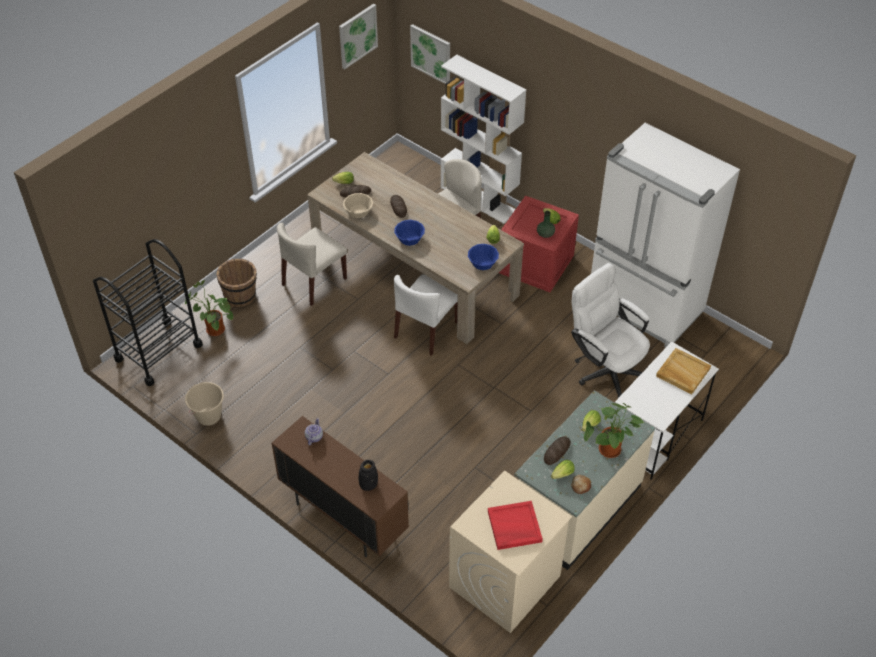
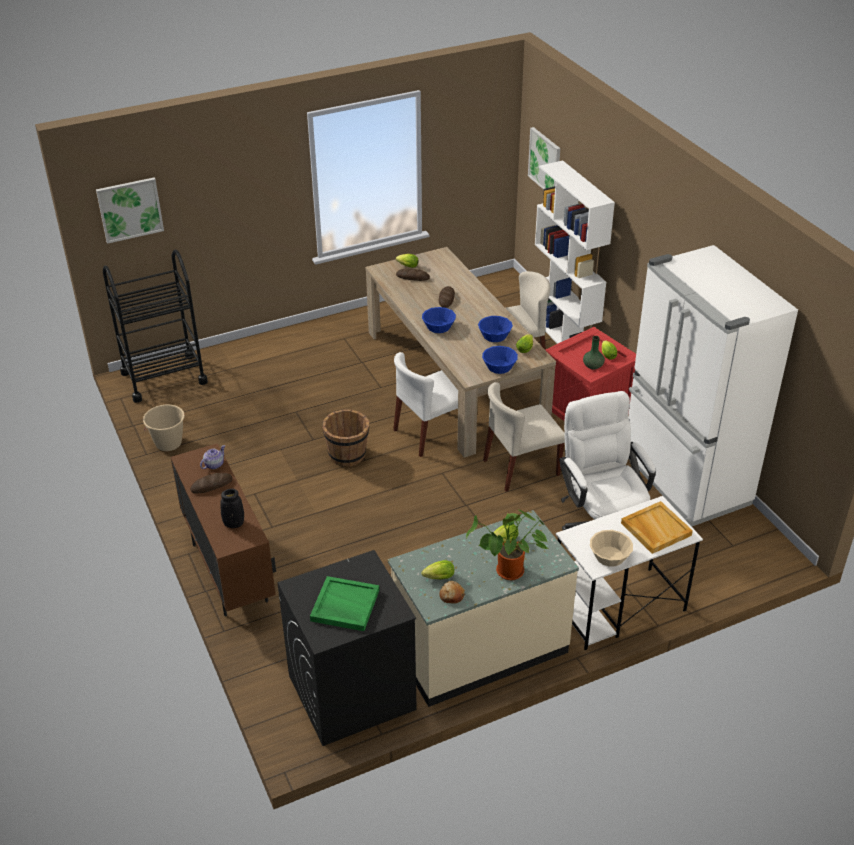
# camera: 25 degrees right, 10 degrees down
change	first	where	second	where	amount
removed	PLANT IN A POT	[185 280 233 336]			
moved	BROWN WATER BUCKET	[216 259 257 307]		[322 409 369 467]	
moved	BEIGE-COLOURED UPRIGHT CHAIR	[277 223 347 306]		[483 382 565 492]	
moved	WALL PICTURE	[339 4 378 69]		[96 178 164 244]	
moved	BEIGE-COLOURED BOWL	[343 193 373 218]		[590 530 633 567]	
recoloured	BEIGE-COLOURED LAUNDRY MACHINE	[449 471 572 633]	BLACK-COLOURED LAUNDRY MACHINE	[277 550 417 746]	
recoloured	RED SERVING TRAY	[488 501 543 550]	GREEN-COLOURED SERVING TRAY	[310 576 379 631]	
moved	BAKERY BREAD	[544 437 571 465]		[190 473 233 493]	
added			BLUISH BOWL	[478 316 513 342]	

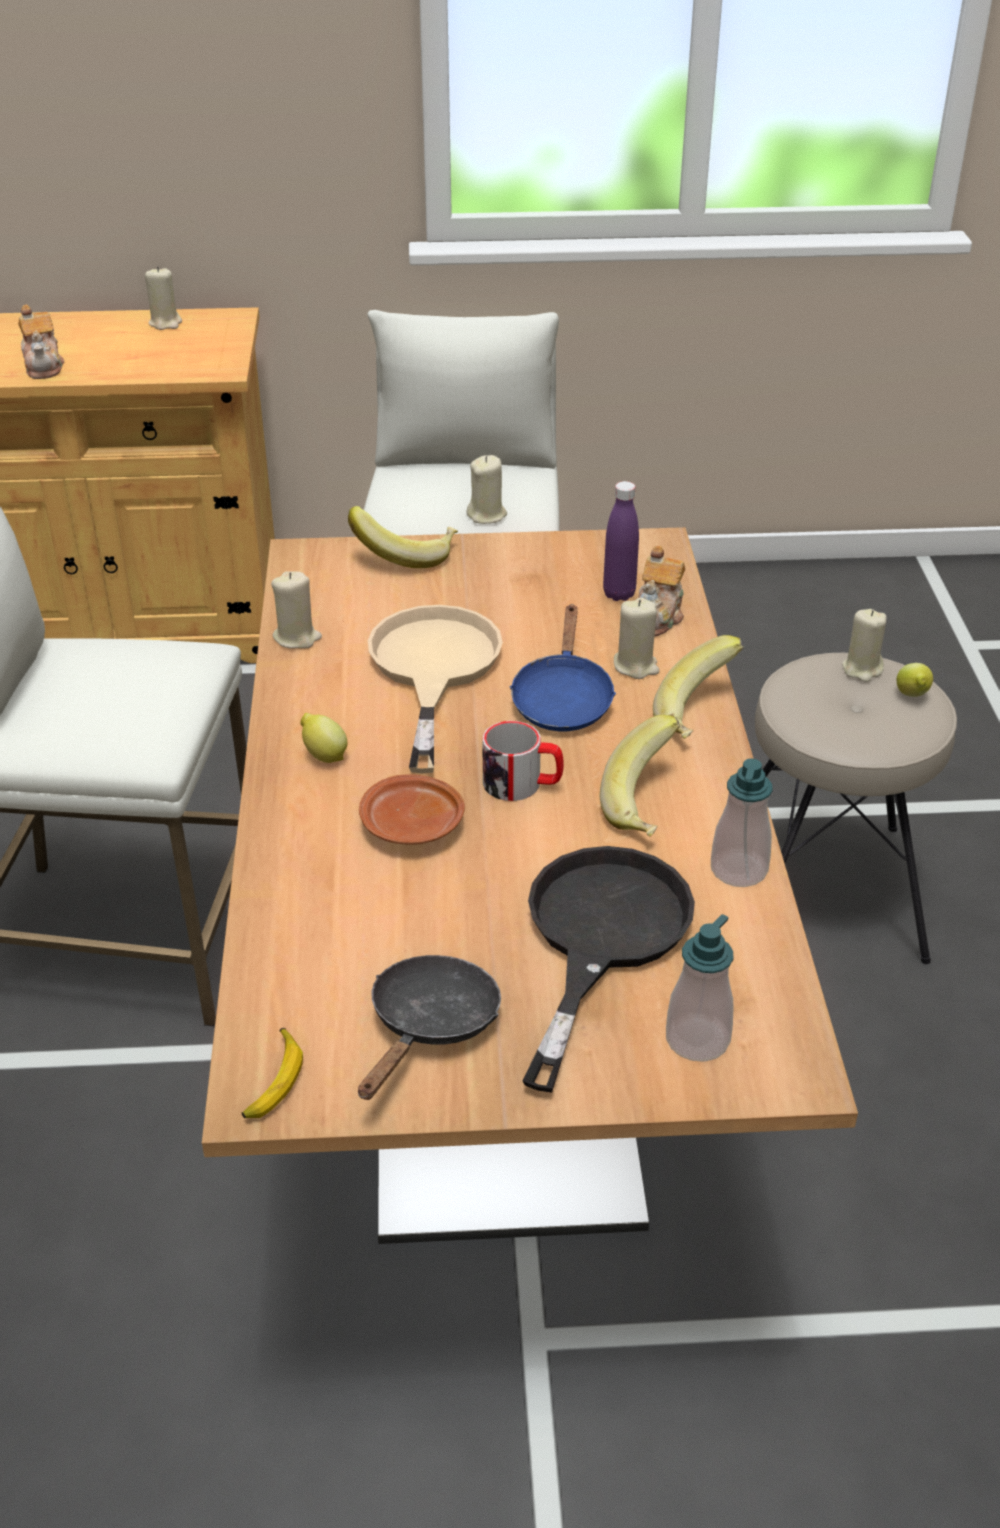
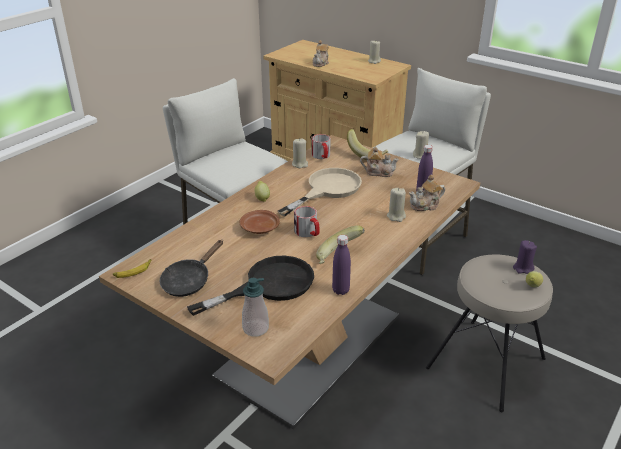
# camera: 40 degrees right, 5 degrees down
change	first	where	second	where	amount
turned	BLACK-COLOURED FRYING PAN	[358 955 501 1100]		[160 240 223 297]	150 degrees clockwise
removed	BLUISH FRYING PAN	[509 604 616 731]			
removed	BANANA FRUIT	[653 635 744 739]			
replaced	SOAP BOTTLE	[711 759 773 887]	PURPLE BOTTLE	[332 235 351 295]	
recoloured	BEIGE-COLOURED WAX LIGHT	[842 609 887 682]	PURPLE WAX LIGHT	[513 240 537 274]	
added			TEA MUG	[312 134 331 159]	
added			TEA POT	[360 146 399 177]	

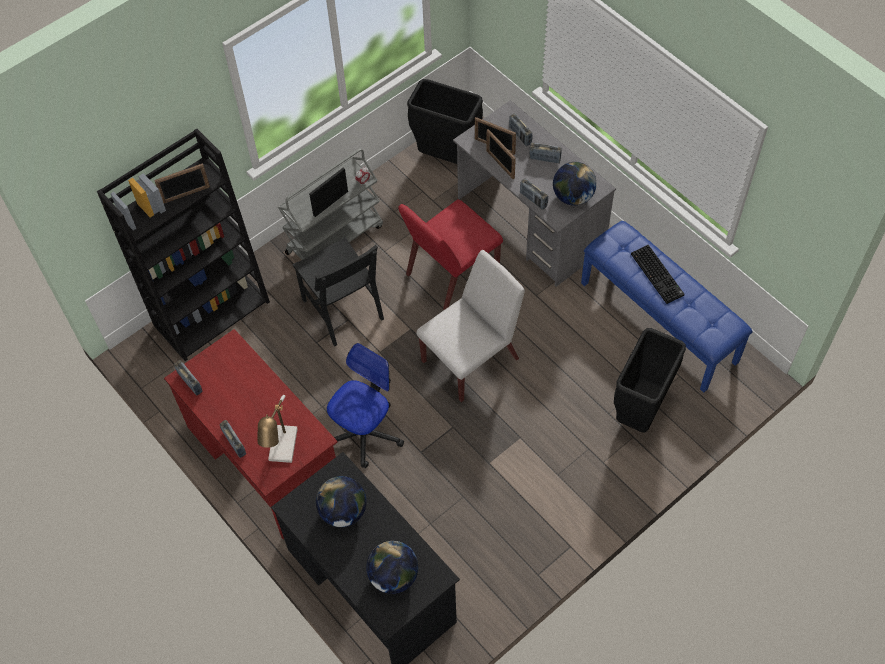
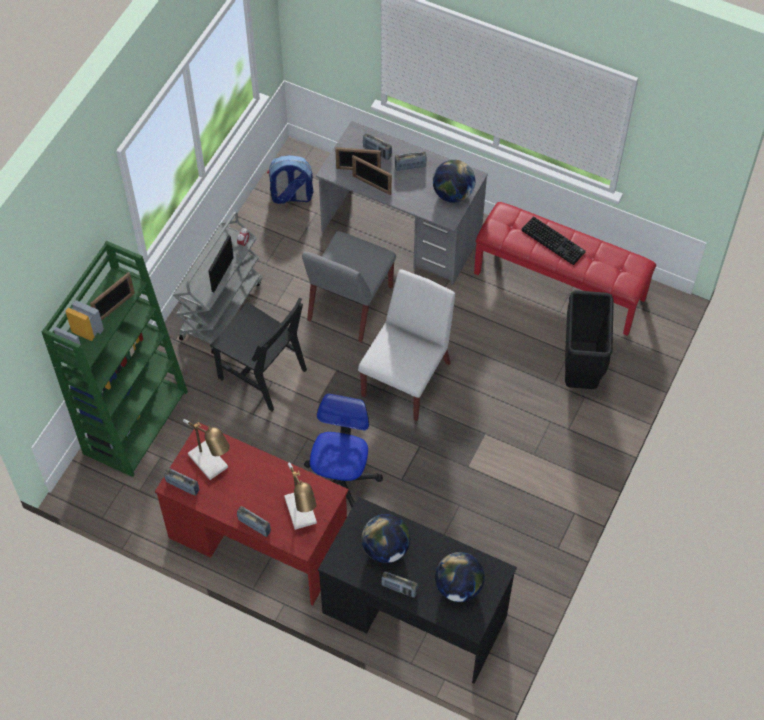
# camera: 25 degrees left, 0 degrees up
change	first	where	second	where	amount
recoloured	BLACK-COLOURED BOOKCASE	[97 129 270 361]	GREEN-COLOURED BOOKCASE	[42 241 188 477]	
recoloured	RED UPRIGHT CHAIR	[398 199 503 310]	GREYISH UPRIGHT CHAIR	[302 231 396 342]	
replaced	BLACK-COLOURED TRASH CAN	[407 79 483 164]	KNAPSACK	[267 155 313 204]	
moved	RADIO	[520 178 548 210]		[381 571 418 598]	
recoloured	BLUISH LONG SEAT	[581 221 753 393]	RED LONG SEAT	[474 202 656 336]	
added			TABLE LAMP	[183 419 230 480]	

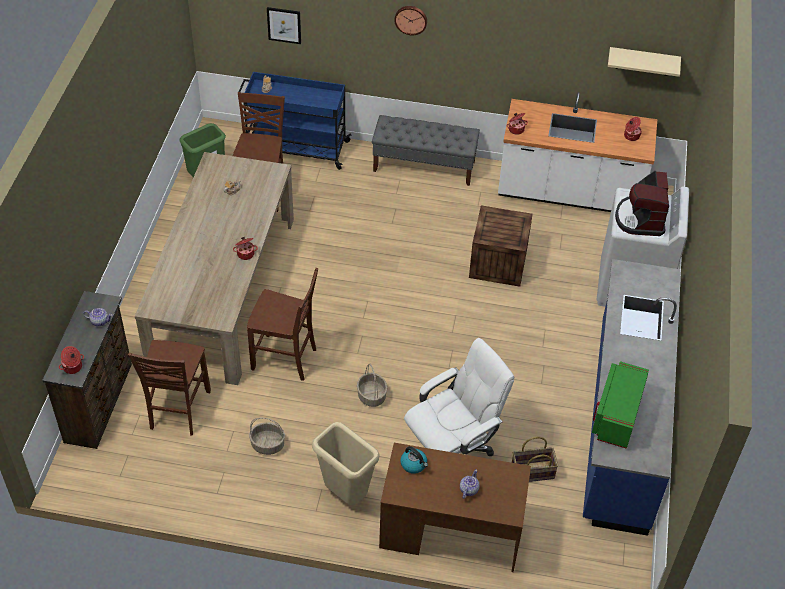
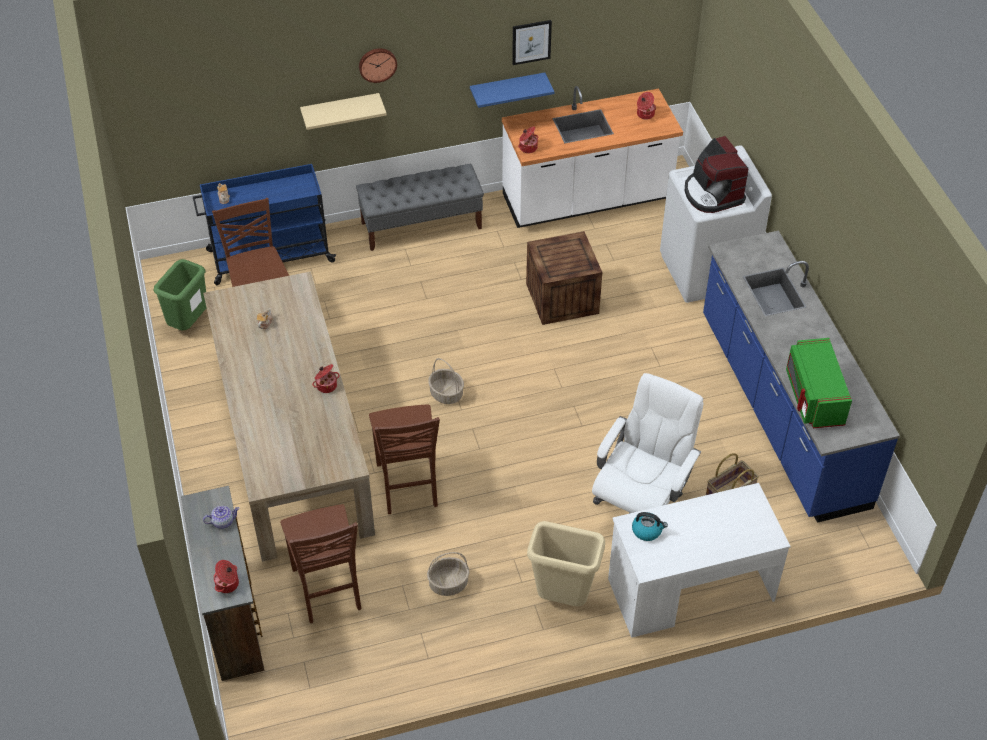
# camera: 25 degrees left, 0 degrees up
change	first	where	second	where	amount
turned	BROWN UPRIGHT CHAIR	[247 268 318 381]		[369 405 440 514]	90 degrees clockwise
moved	WALL PICTURE	[267 7 301 44]		[512 20 552 65]	
moved	BASKET	[357 363 387 407]		[428 358 464 404]	
recoloured	BROWN DESK TABLE	[379 443 531 572]	WHITE DESK TABLE	[608 483 791 638]	
removed	TEA POT	[460 469 480 499]			
moved	BEIGE-COLOURED SHELF	[608 47 681 77]		[300 93 387 130]	
added			BLUISH SHELF	[470 72 554 108]	

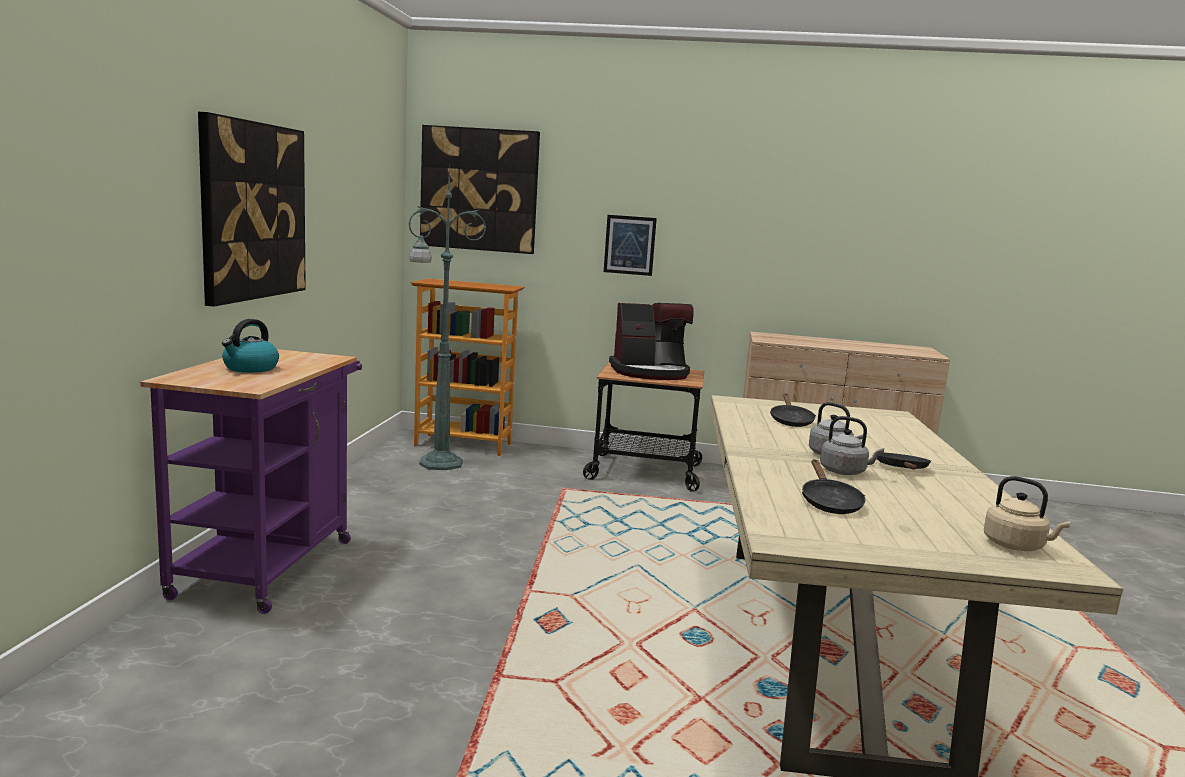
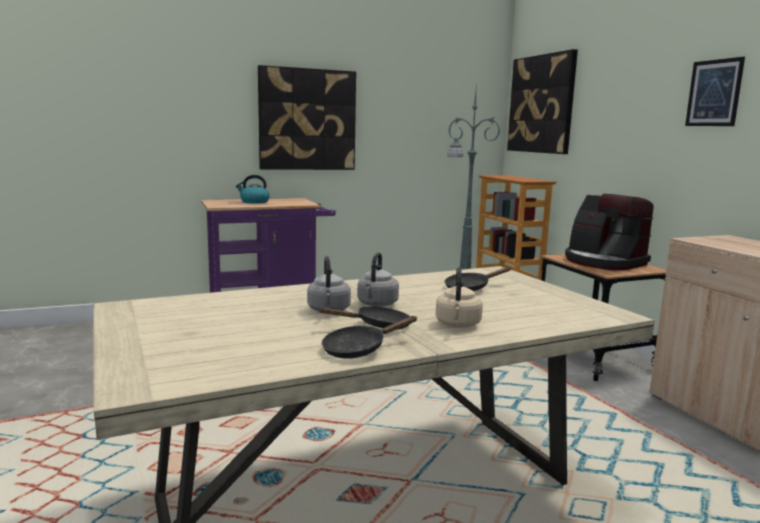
# camera: 60 degrees right, 0 degrees up
change	first	where	second	where	amount
moved	WALL PICTURE	[604 215 657 276]		[685 57 745 126]	
moved	BLACK-COLOURED FRYING PAN	[802 459 865 514]		[322 316 418 359]	
moved	BEIGE-COLOURED KETTLE	[984 476 1070 551]		[436 267 483 328]	

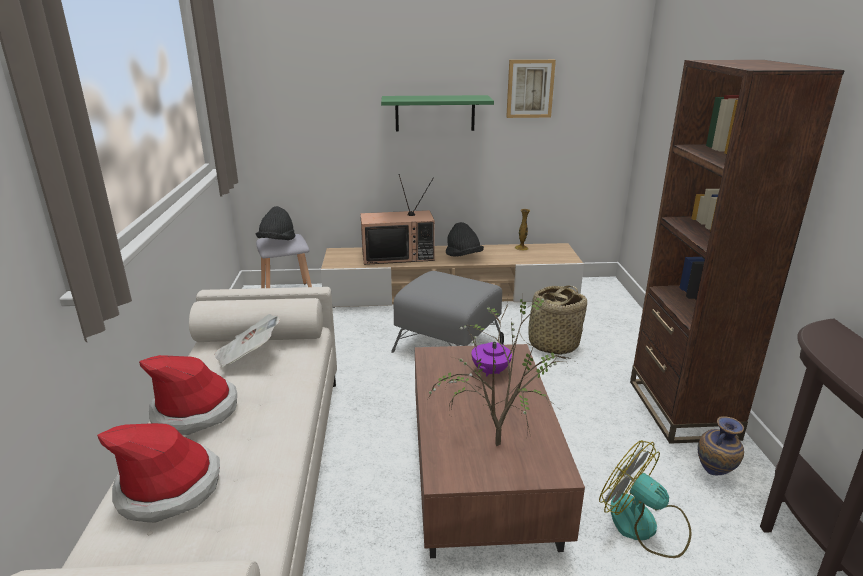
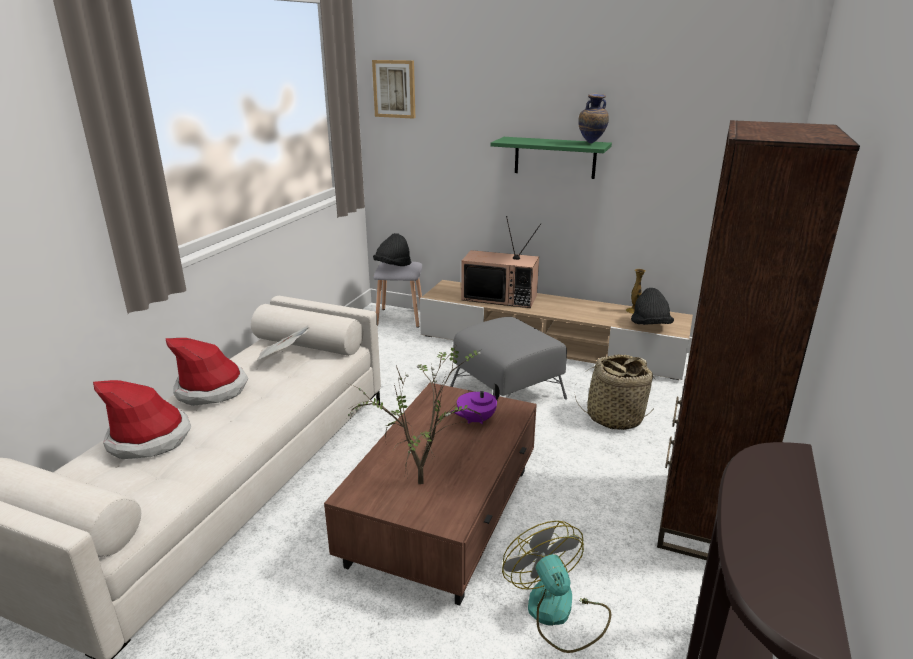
# camera: 25 degrees right, 0 degrees up
change	first	where	second	where	amount
moved	BLACK-COLOURED WEARABLE HAT	[446 222 484 257]		[631 288 674 325]	
moved	WALL PICTURE	[506 60 556 118]		[372 60 415 119]	
moved	VASE	[698 416 744 475]		[578 93 609 143]	

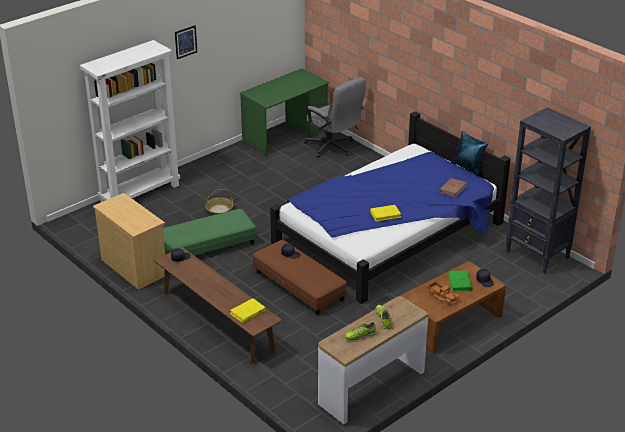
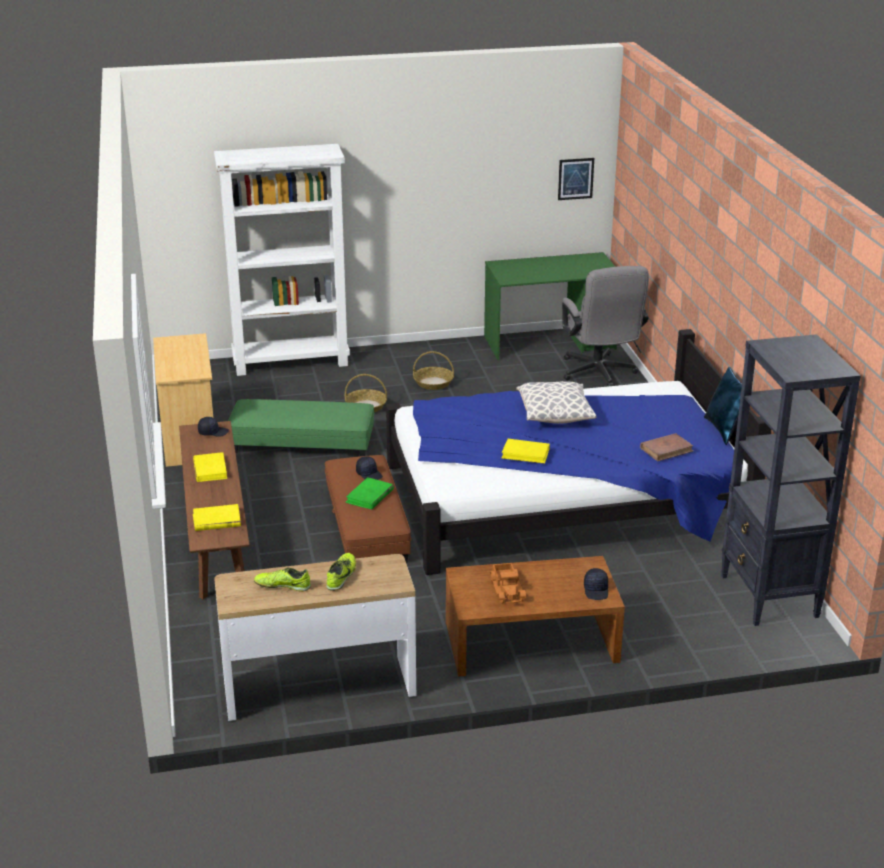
# camera: 30 degrees right, 5 degrees down
change	first	where	second	where	amount
moved	WALL PICTURE	[175 25 197 59]		[558 158 594 200]	
moved	GREEN-COLOURED BOOK	[448 270 473 292]		[345 477 394 510]	
added			YELLOW BOOK	[193 452 227 482]	
added			BASKET	[413 351 454 390]	
added			THROW PILLOW	[516 381 596 424]	

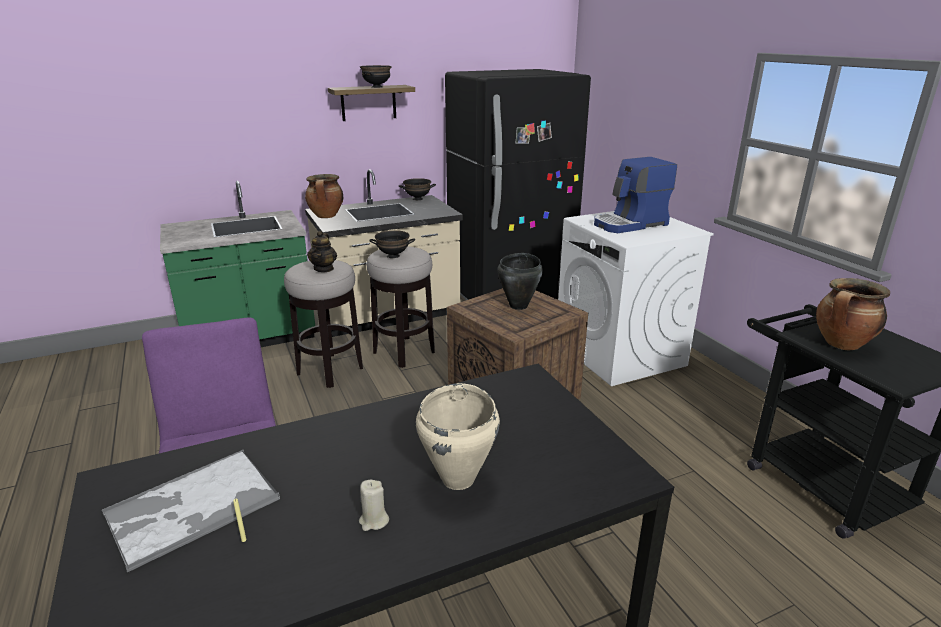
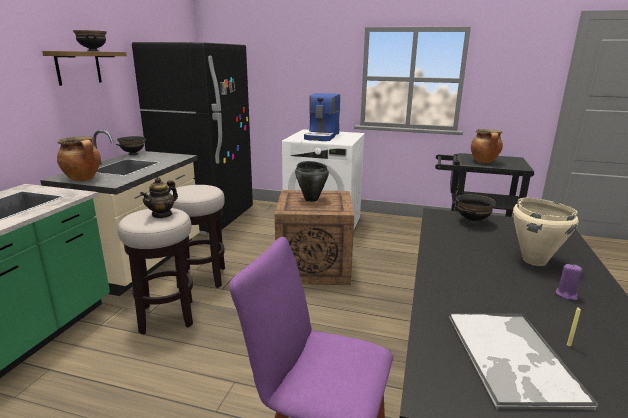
# camera: 50 degrees left, 5 degrees down
change	first	where	second	where	amount
turned	TEA POT	[307 231 337 272]		[140 177 178 218]	75 degrees clockwise
recoloured	BEIGE-COLOURED WAX LIGHT	[359 480 389 531]	PURPLE WAX LIGHT	[556 264 582 301]	
moved	BLACK-COLOURED BOWL	[369 230 415 258]		[456 194 496 224]	

